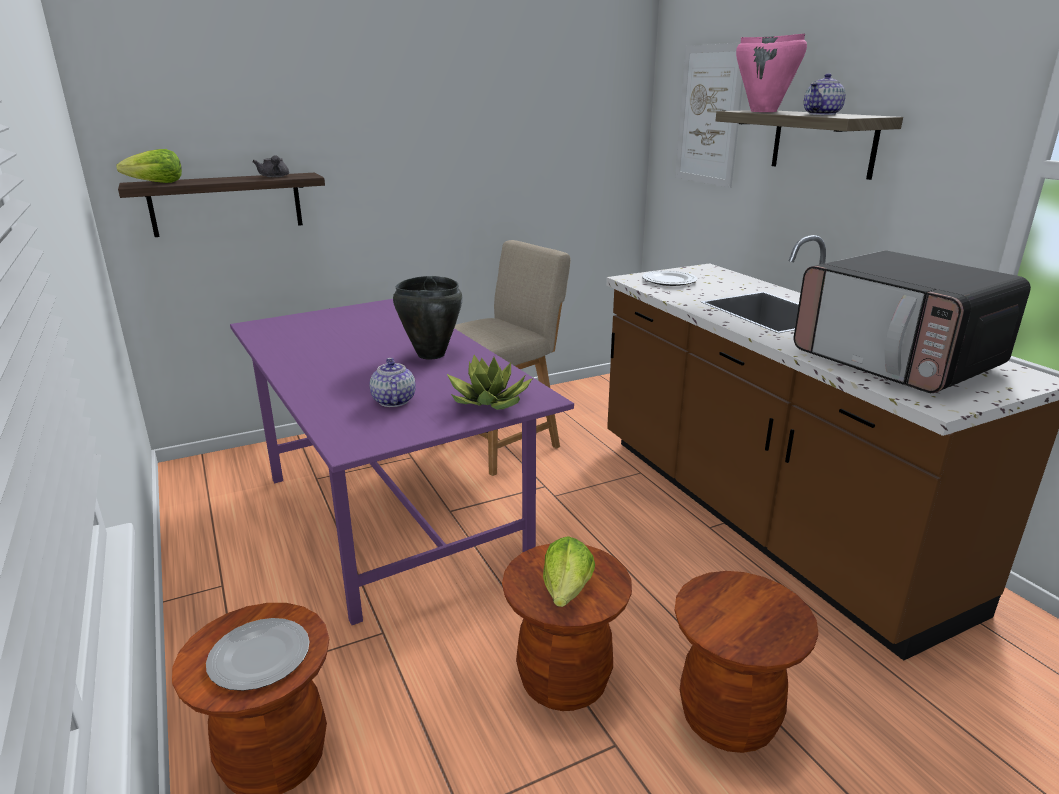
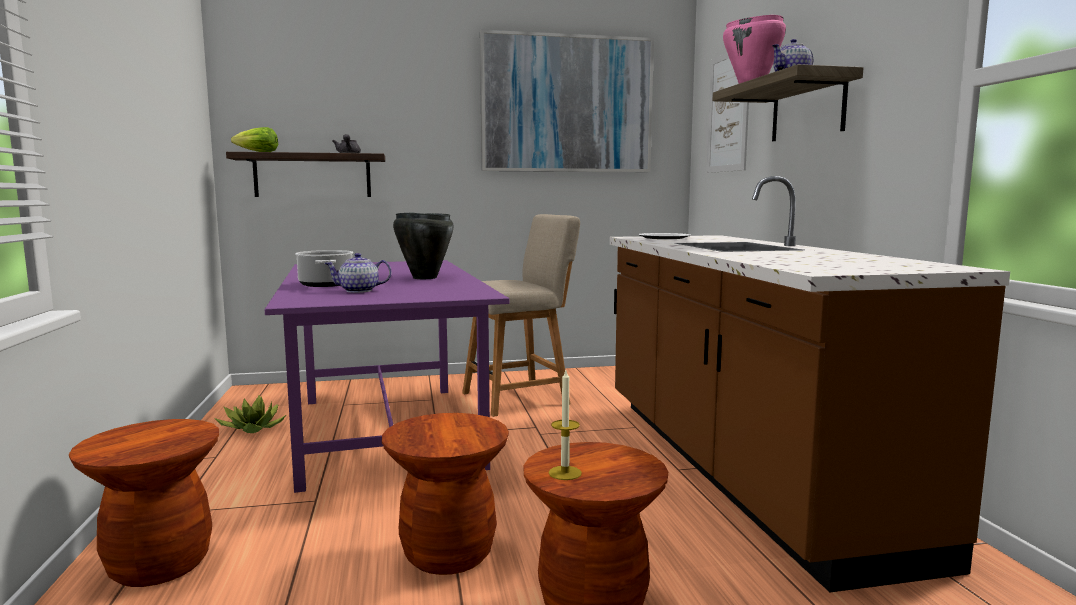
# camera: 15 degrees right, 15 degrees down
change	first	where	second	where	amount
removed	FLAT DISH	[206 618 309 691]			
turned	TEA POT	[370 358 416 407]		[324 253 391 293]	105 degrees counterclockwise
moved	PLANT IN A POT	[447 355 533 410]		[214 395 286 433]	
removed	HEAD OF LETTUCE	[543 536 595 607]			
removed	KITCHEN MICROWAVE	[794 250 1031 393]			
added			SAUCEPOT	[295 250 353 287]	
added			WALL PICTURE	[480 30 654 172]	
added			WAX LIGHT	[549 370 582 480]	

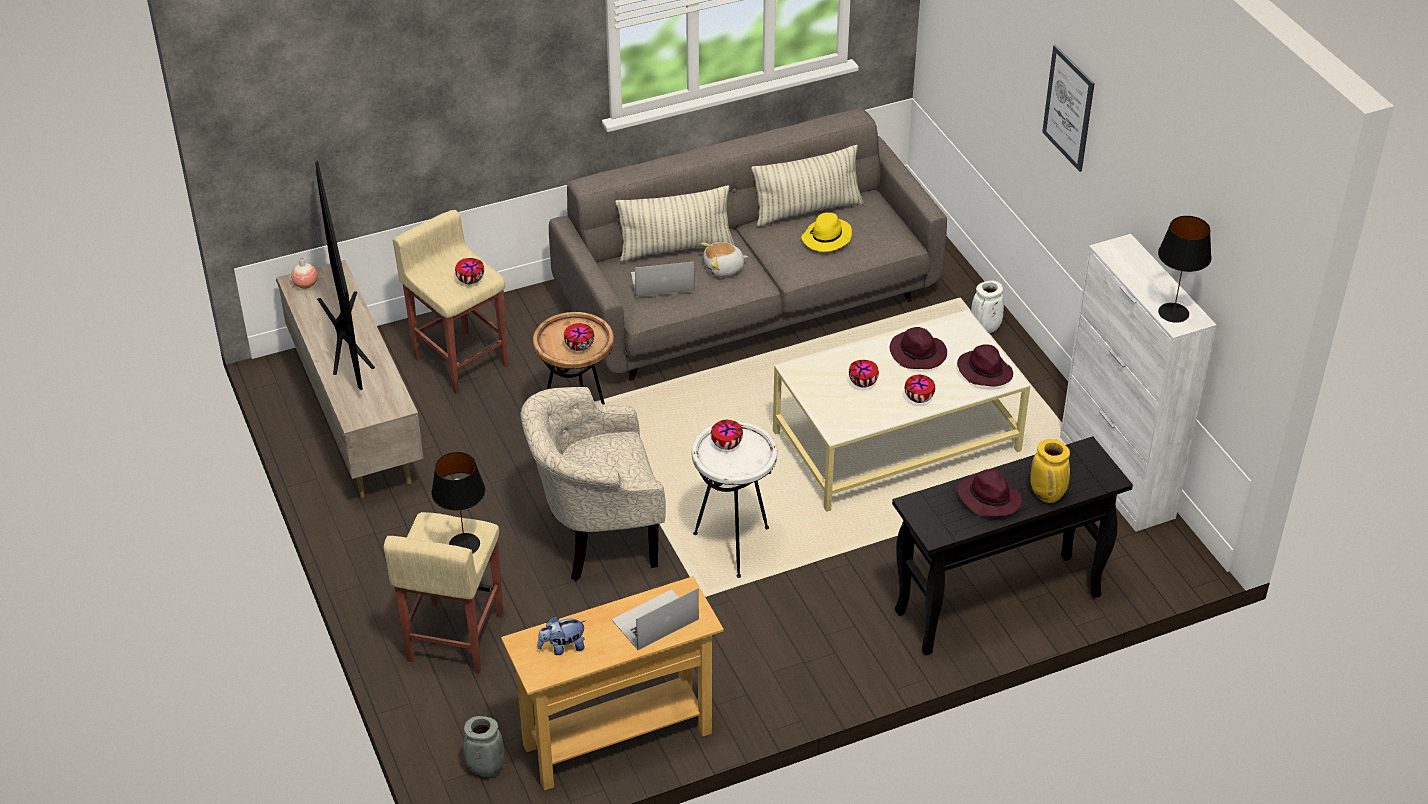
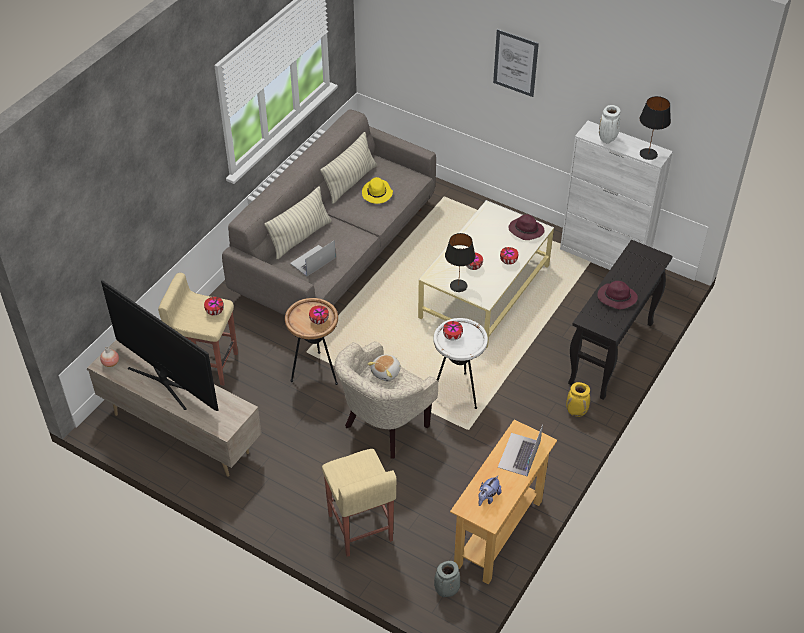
# camera: 35 degrees left, 5 degrees up
change	first	where	second	where	amount
moved	BLACK-COLOURED TABLE LAMP	[431 452 485 554]		[445 233 475 292]	
moved	SOFT TOY	[700 242 748 277]		[367 355 401 381]	
removed	PURPLE WEARABLE HAT	[890 327 947 369]			
moved	WHITE VASE	[971 281 1004 333]		[599 105 620 143]	
moved	YELLOW VASE	[1030 439 1070 503]		[566 382 590 417]	

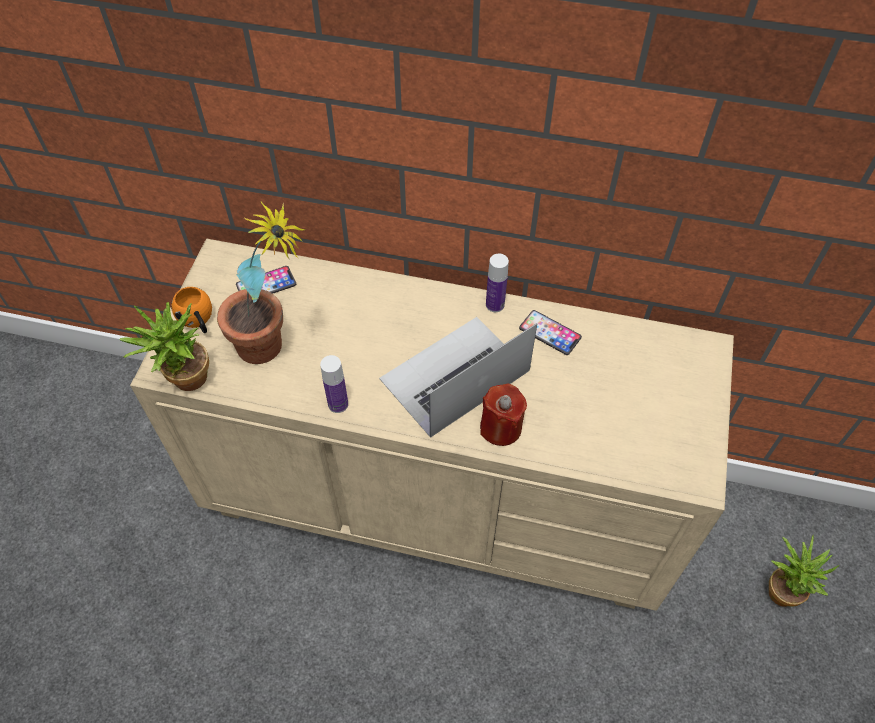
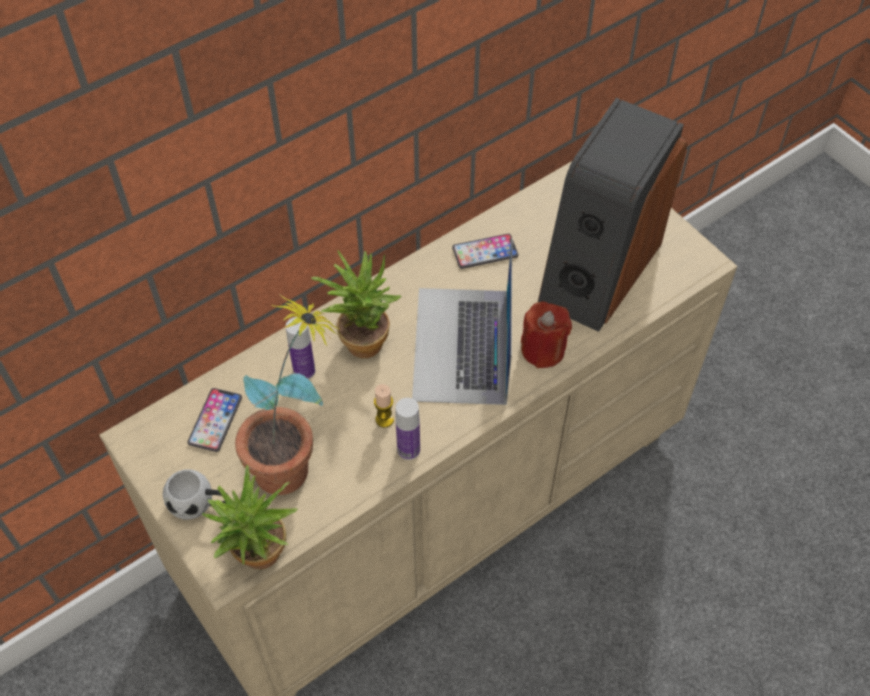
# camera: 50 degrees left, 0 degrees up
change	first	where	second	where	amount
recoloured	ORANGE TEA MUG	[171 287 212 333]	WHITE TEA MUG	[163 469 229 520]	
moved	BOTTLE	[486 254 509 312]		[286 317 315 379]	
moved	PLANT IN A POT	[769 535 840 607]		[311 250 401 358]	
added			WAX LIGHT	[374 384 394 428]	
added			SPEAKER	[538 98 688 332]	

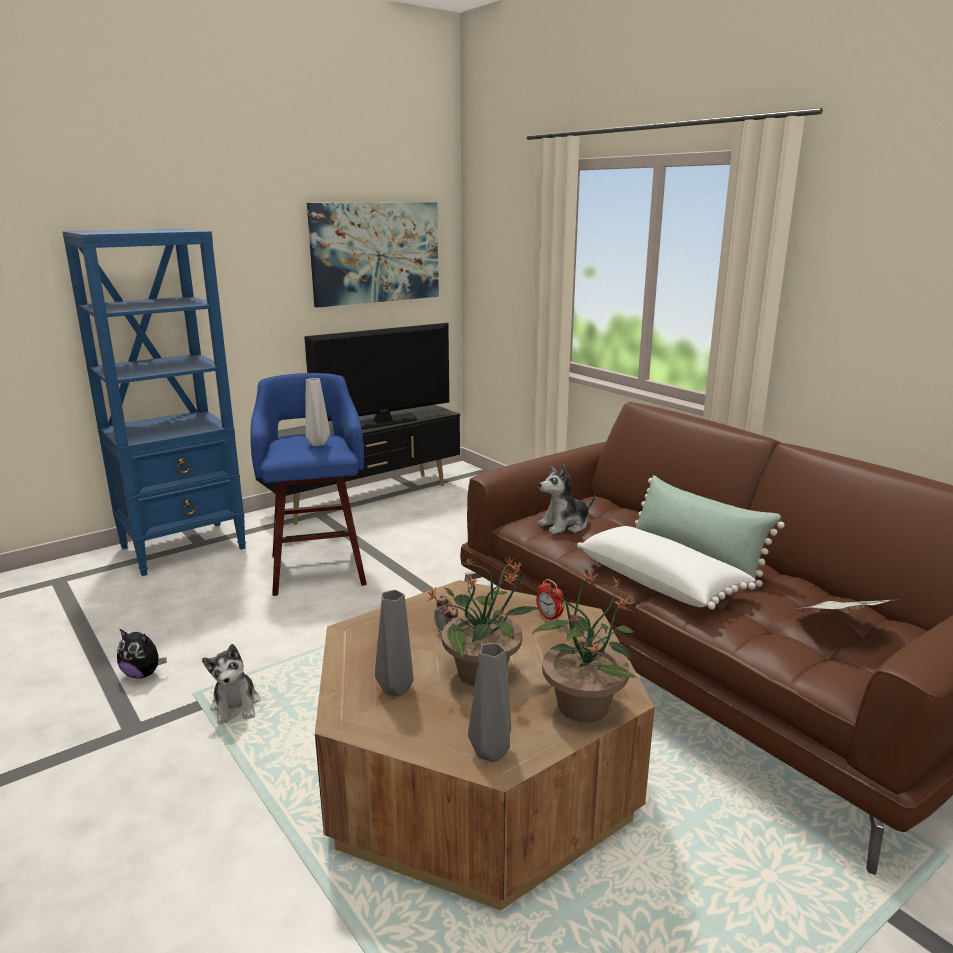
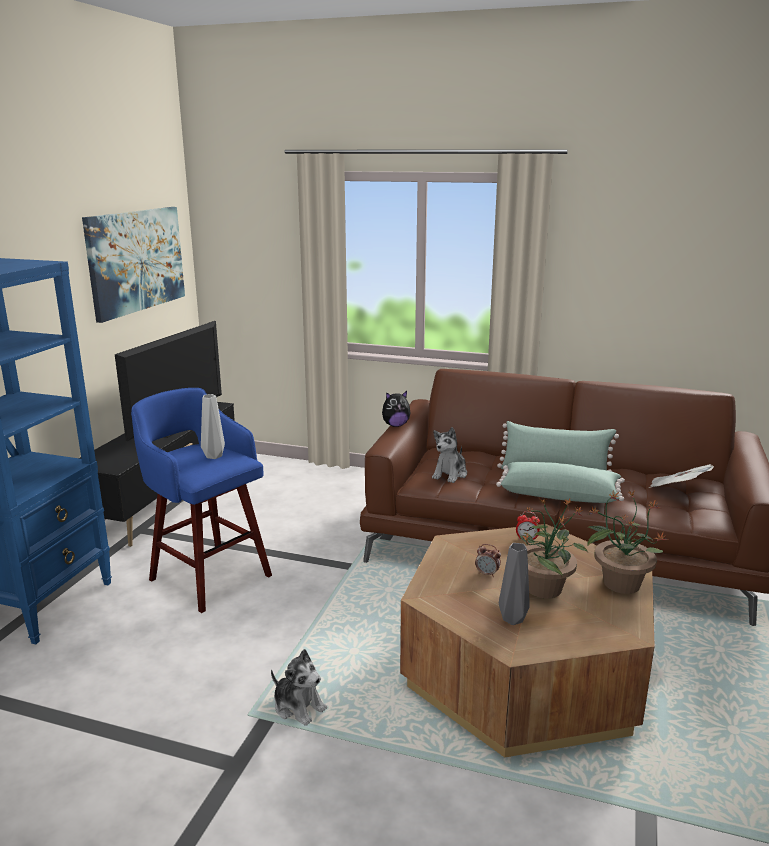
# camera: 35 degrees left, 0 degrees up
change	first	where	second	where	amount
moved	SOFT TOY	[117 628 167 679]		[382 391 411 427]	
removed	GREYISH VASE	[468 643 511 763]			
recoloured	WHITE THROW PILLOW	[577 526 756 610]	GREEN-COLOURED THROW PILLOW	[496 462 625 503]	

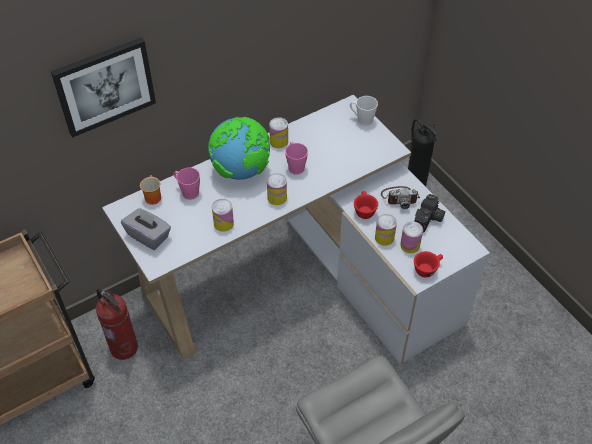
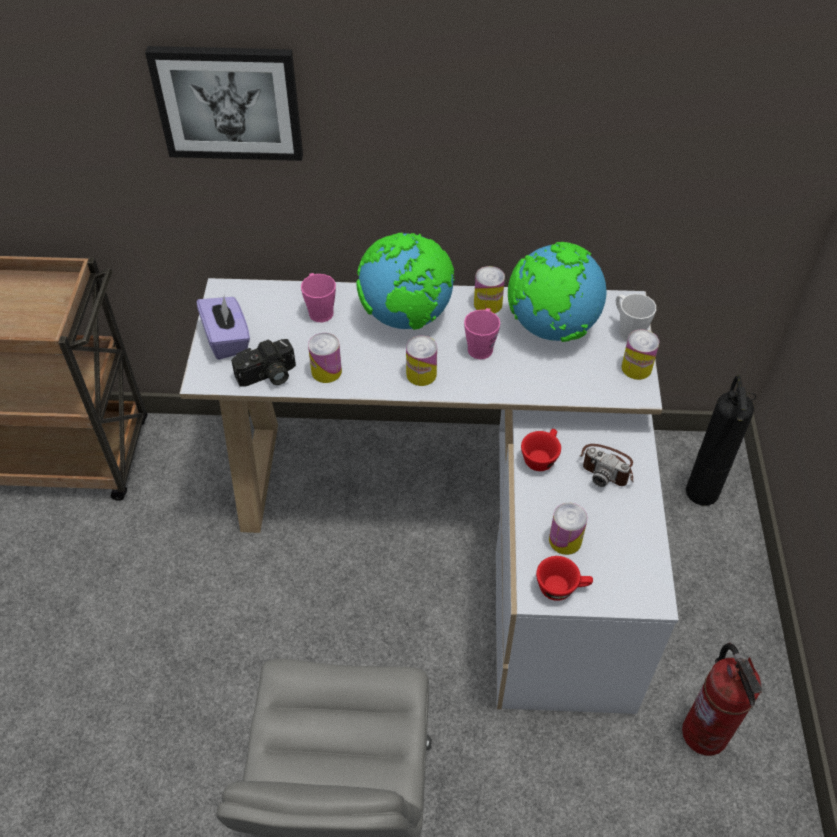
# camera: 35 degrees right, 0 degrees up
change	first	where	second	where	amount
moved	EXTINGUISHER	[96 289 138 360]		[682 643 762 756]	
recoloured	GREYISH BOX OF TISSUES	[121 208 171 250]	PURPLE BOX OF TISSUES	[196 294 250 360]	
removed	TEA MUG	[140 175 161 205]			
moved	SEALED CAN	[375 214 397 246]		[622 329 659 380]	
moved	STILL CAMERA	[414 194 445 233]		[231 339 296 387]	
added			GLOBE	[508 242 607 342]	

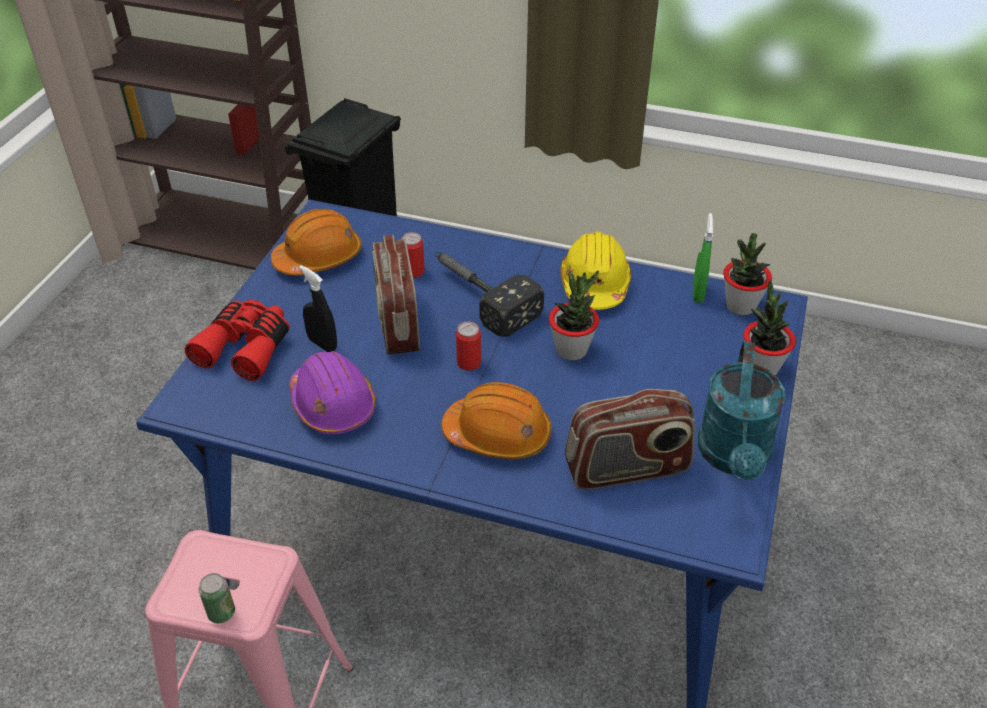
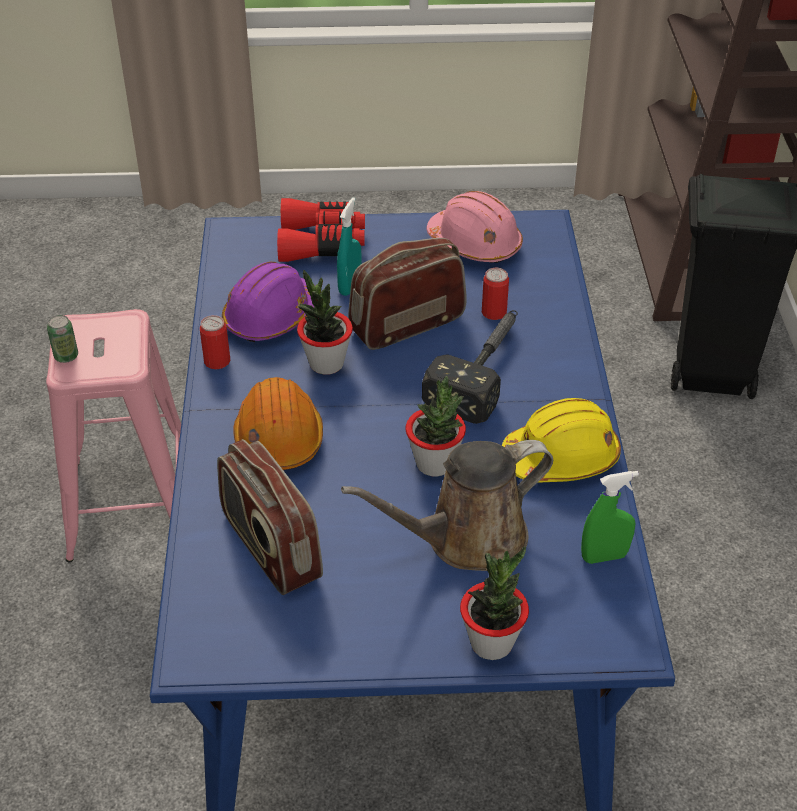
# camera: 70 degrees right, 0 degrees up
change	first	where	second	where	amount
recoloured	ORANGE SAFETY HELMET	[271 209 361 275]	PINK-COLOURED SAFETY HELMET	[426 191 523 263]	
recoloured	BLACK-COLOURED SPRAYER	[299 265 337 352]	TURQUOISE SPRAYER	[337 197 362 296]	
moved	SEALED CAN	[456 322 481 371]		[200 315 230 369]	
removed	TURQUOISE SPRINKLING CAN	[698 341 785 480]			
moved	PLANT IN A POT	[723 233 772 315]		[297 270 353 375]	
added			BROWN SPRINKLING CAN	[341 440 553 571]	

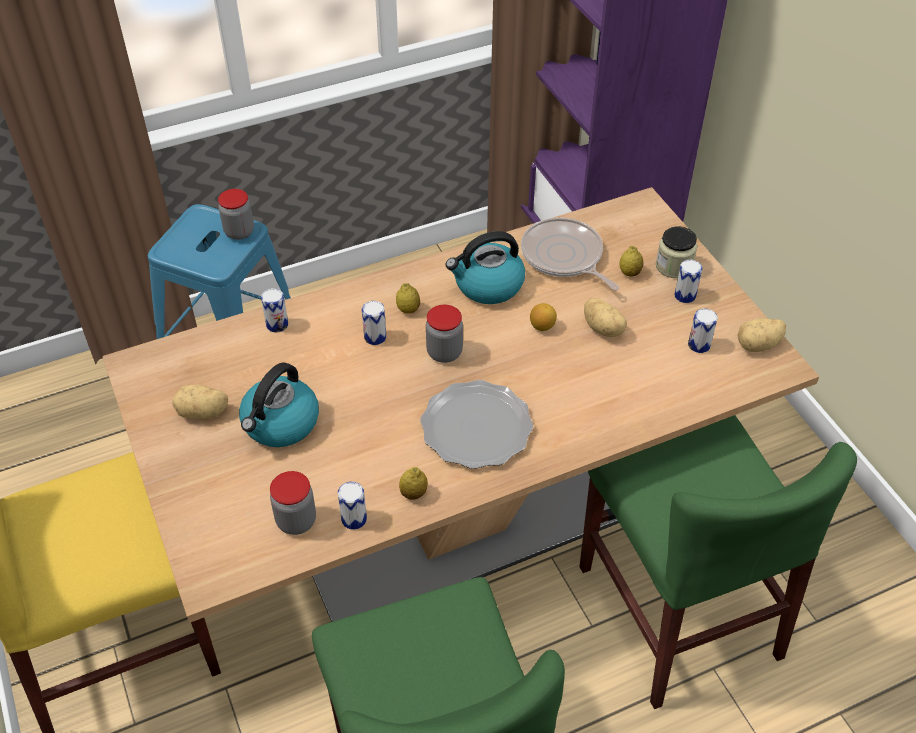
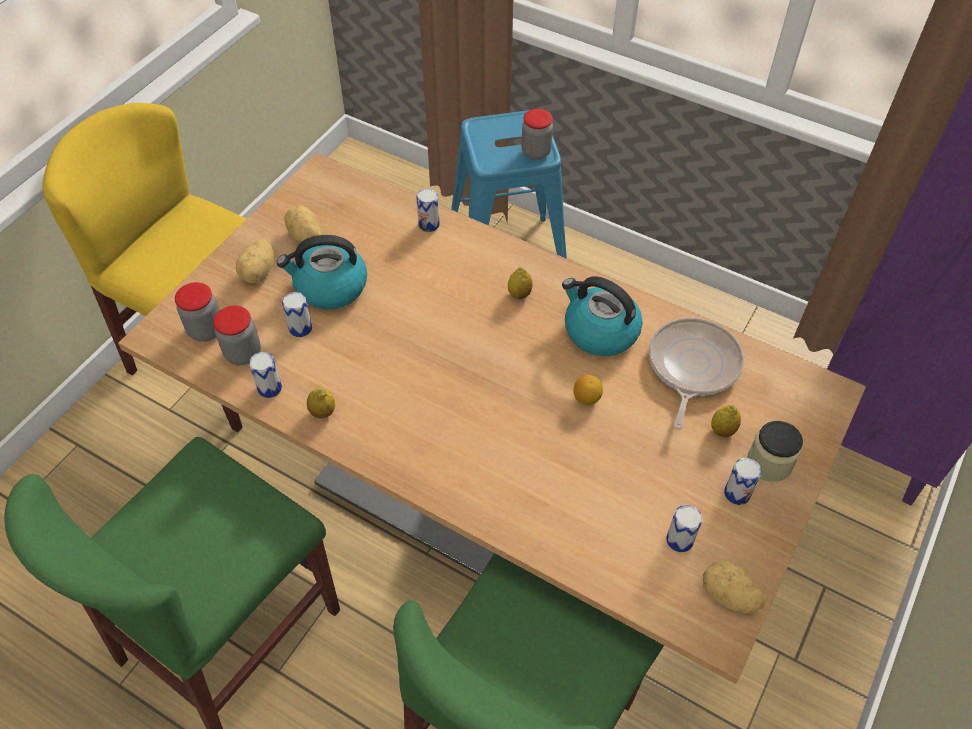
# camera: 55 degrees right, 5 degrees up
change	first	where	second	where	amount
moved	SEALED CAN	[362 301 386 345]		[282 292 312 337]	
removed	FLAT DISH	[420 380 533 469]			
moved	STORAGE JAR	[426 305 463 363]		[175 282 220 342]	
moved	WHOLE POTATO	[584 298 627 337]		[236 239 274 283]	

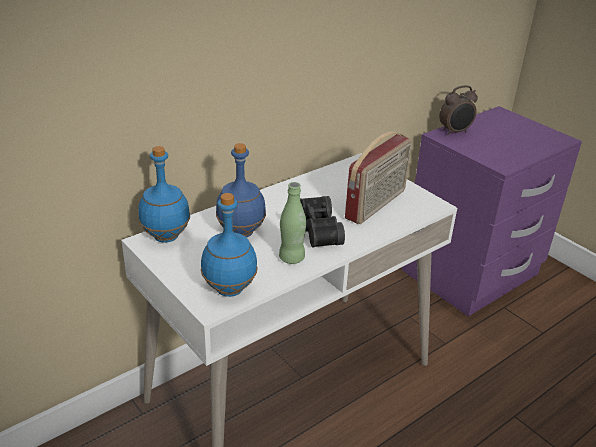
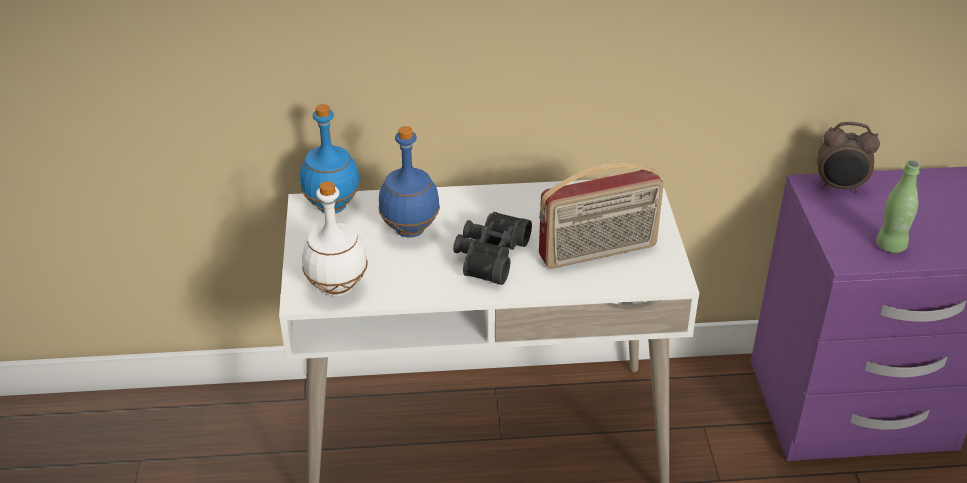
# camera: 35 degrees right, 5 degrees up
change	first	where	second	where	amount
recoloured	BLUISH BOTTLE	[201 193 258 297]	WHITE BOTTLE	[302 181 368 296]	
moved	GREEN-COLOURED BOTTLE	[279 182 306 264]		[876 160 920 253]	

